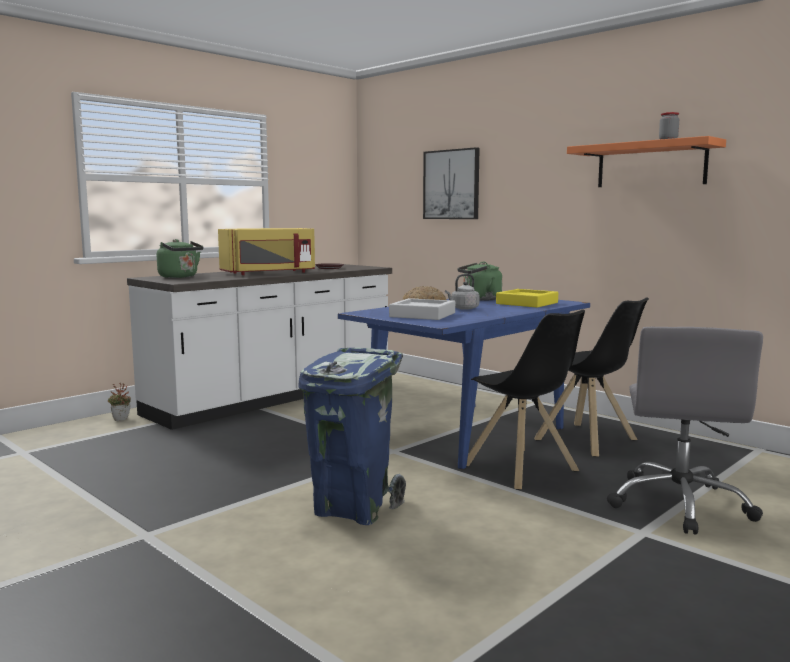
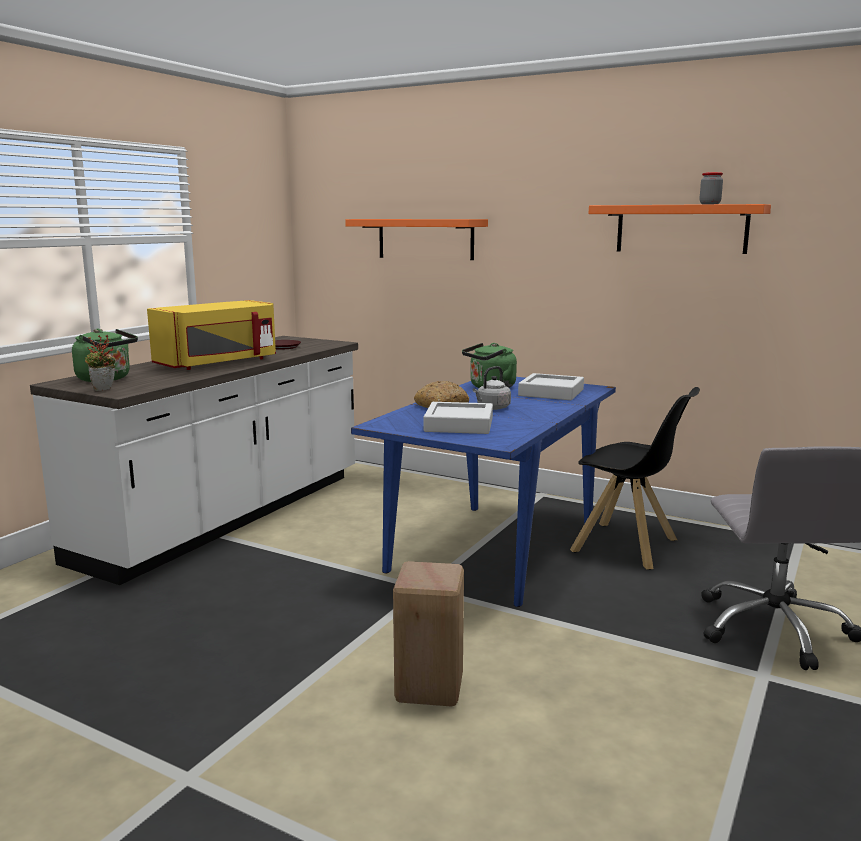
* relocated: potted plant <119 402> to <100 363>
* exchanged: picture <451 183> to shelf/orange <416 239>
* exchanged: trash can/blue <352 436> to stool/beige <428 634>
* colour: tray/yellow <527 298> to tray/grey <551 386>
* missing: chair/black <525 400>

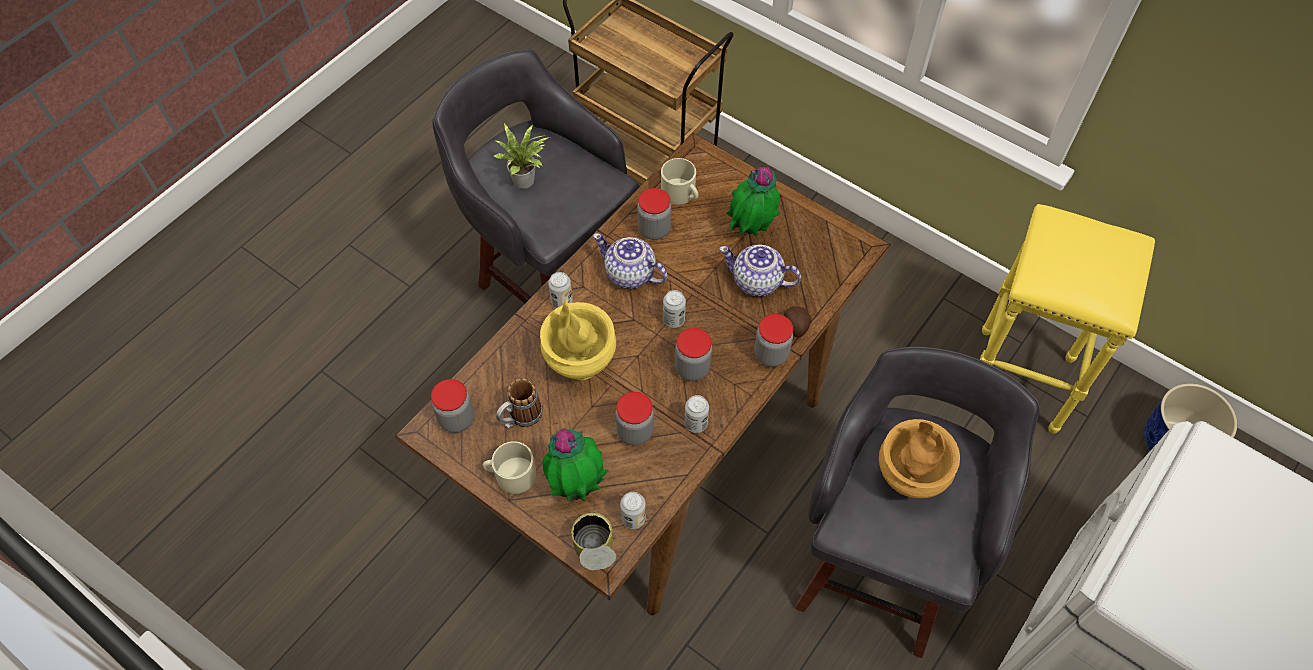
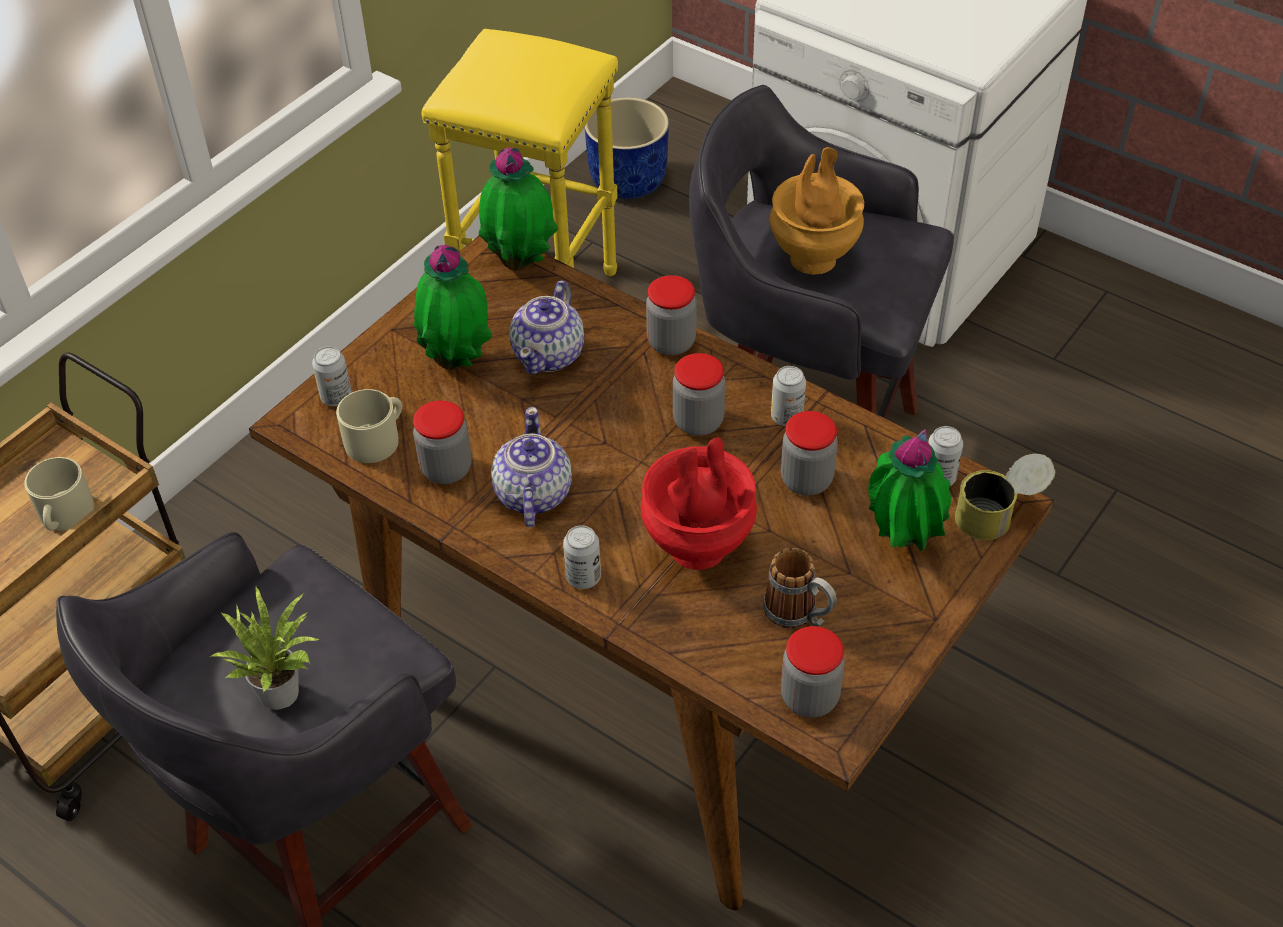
* relocated: mug/beige <509 467> to <59 494>
* relocated: can <674 309> to <332 376>
* appeared: potted plant <518 209>
* spun: teapot <630 261> = <531 467> 150 degrees clockwise
* colour: vase/yellow <578 339> to vase/red <699 504>
* missing: potato <797 322>

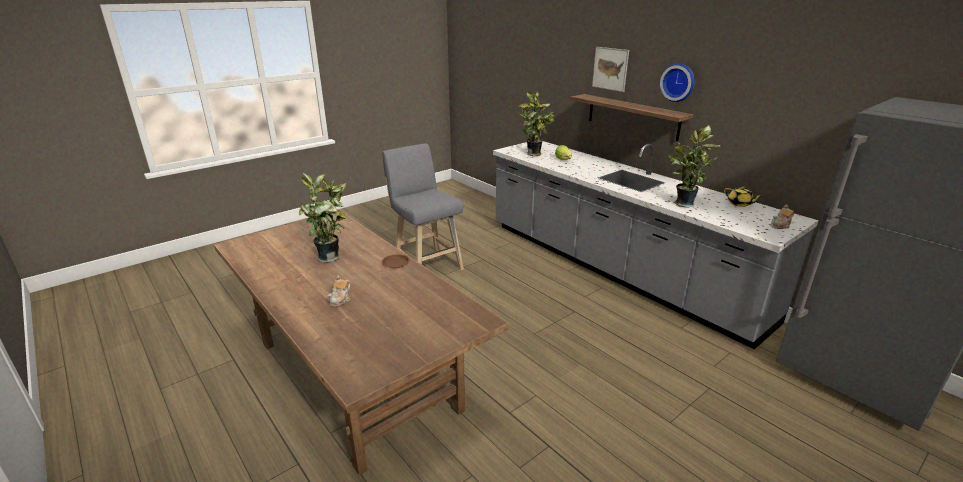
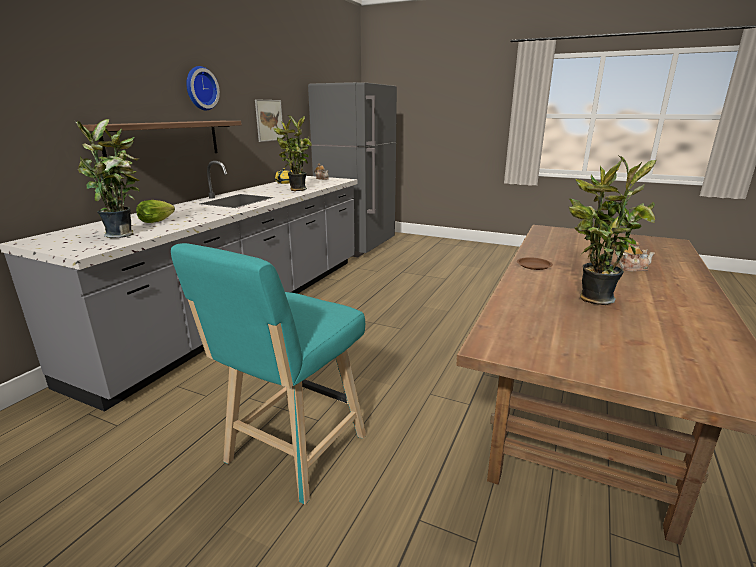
* colour: stool/grey <423 206> to stool/turquoise <268 374>
* relocated: picture <610 69> to <269 120>

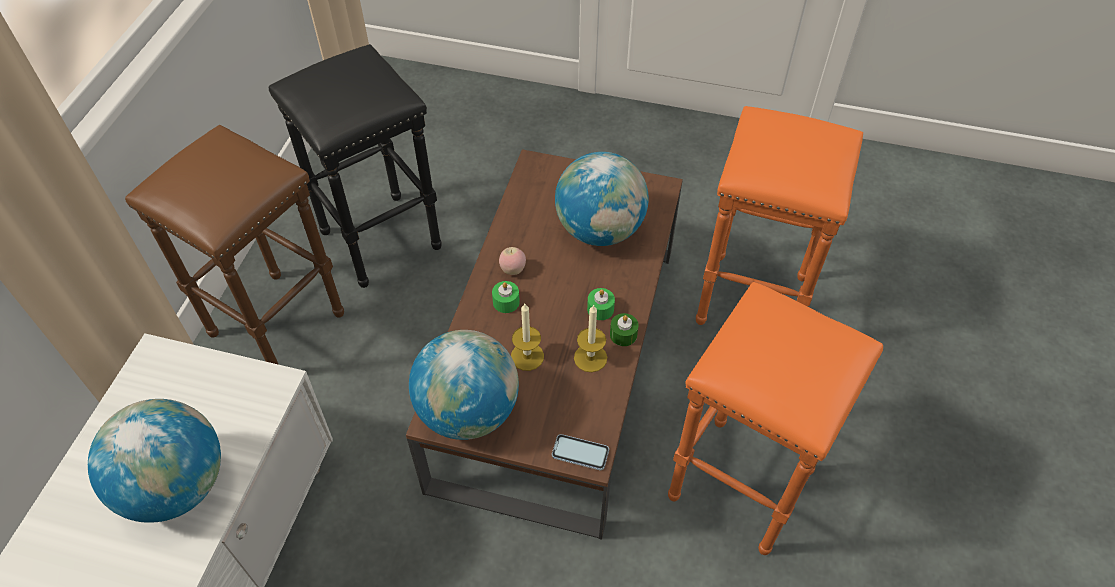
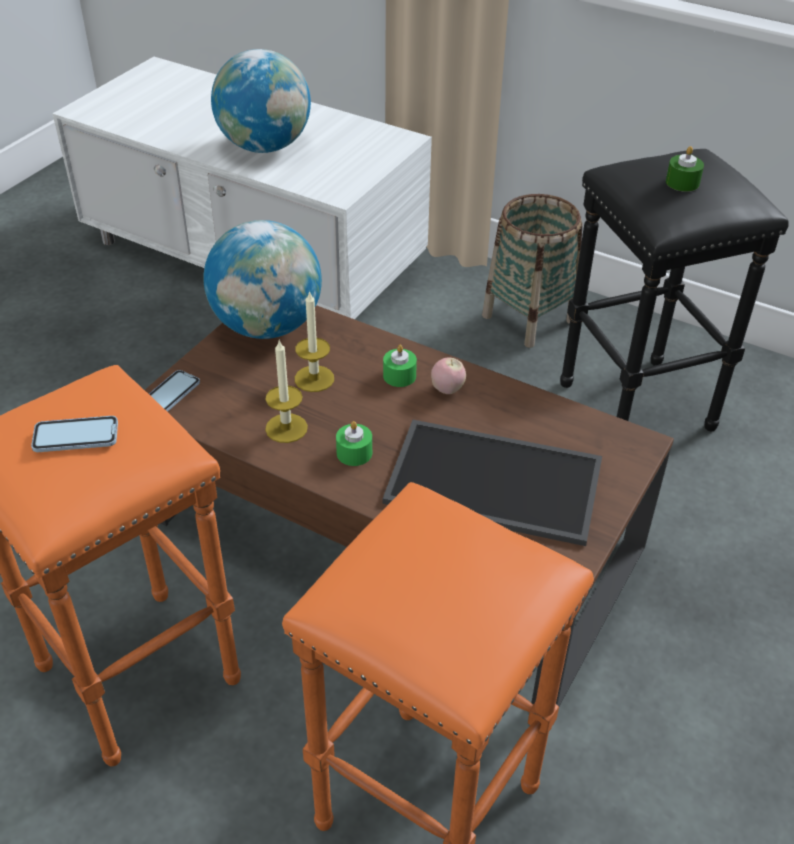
* appeared: phone <74 434>
* exchanged: globe <602 199> to tray <492 483>
* exchanged: stool/brown <234 245> to basket <532 271>
* relocated: candle/green <624 329> to <685 169>

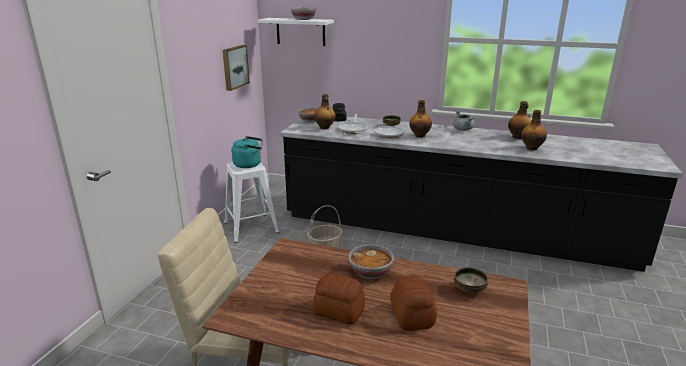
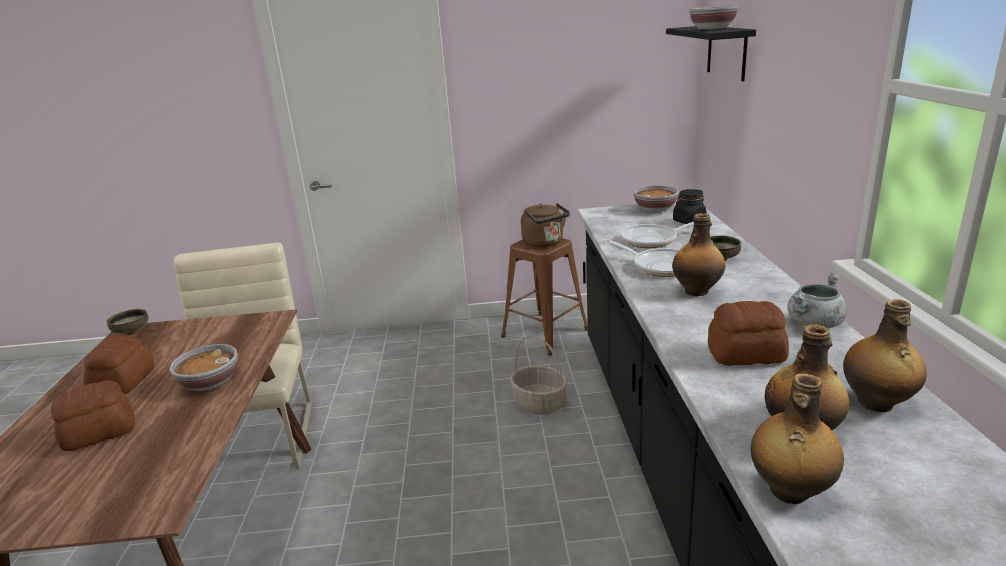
* relocated: bowl <471 280> to <127 322>
* colour: stool/white <251 202> to stool/brown <544 296>
* colour: kettle/turquoise <246 152> to kettle/brown <545 225>
* colour: shelf/white <295 32> to shelf/black <711 53>
* appeared: bread <748 333>
* relocated: bottle <325 111> to <797 439>
* missing: picture <236 68>

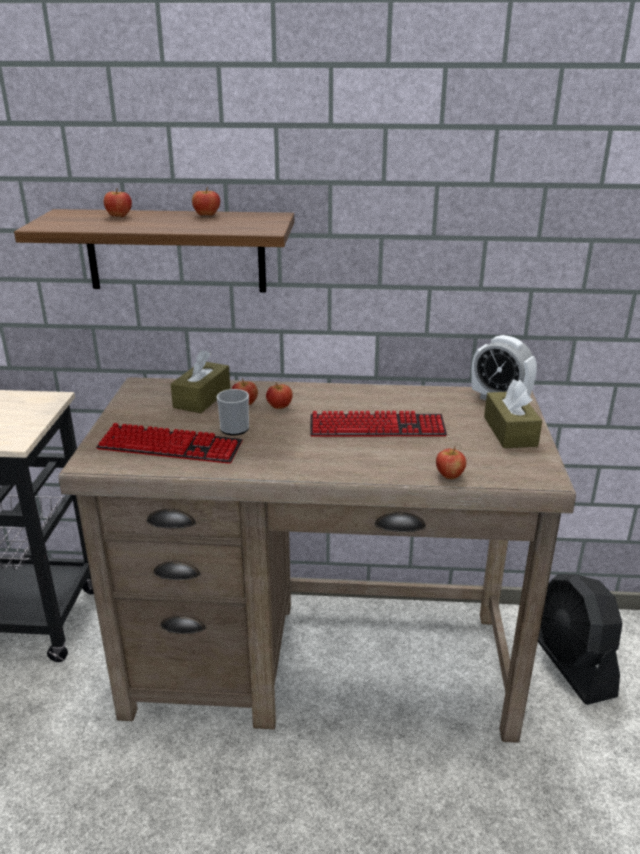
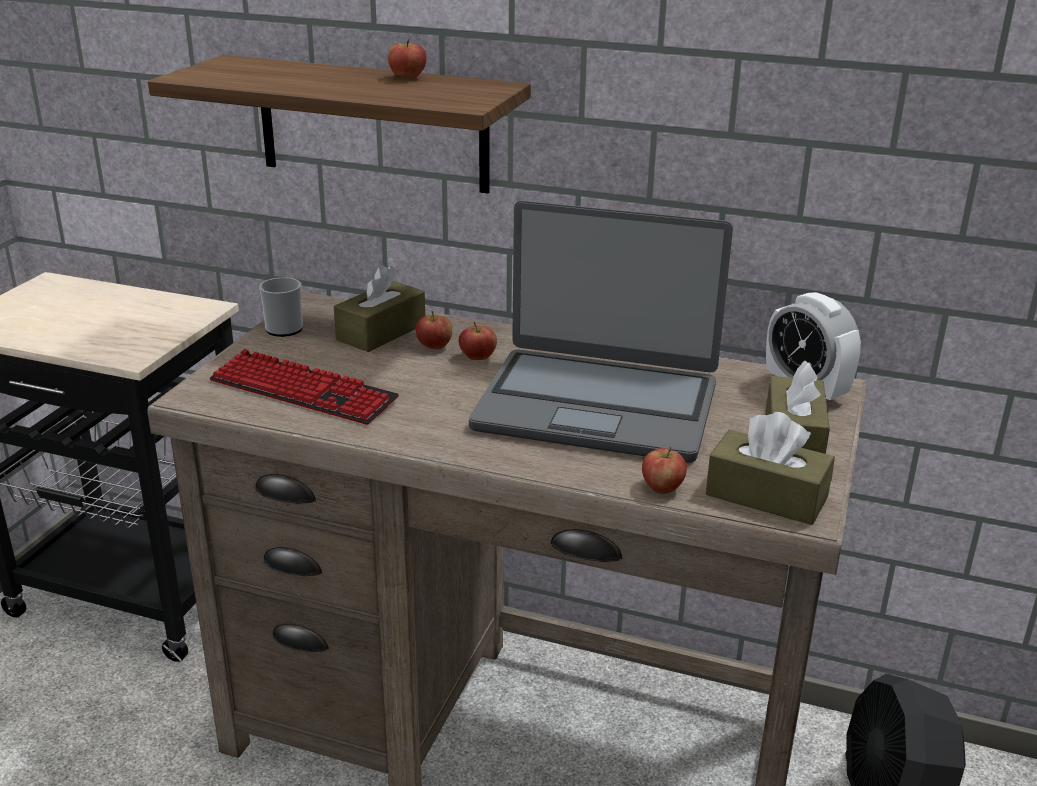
* relocated: mug <233 412> to <281 307>
* exchanged: keyboard <378 423> to laptop <601 332>
* appeared: tissue box/brown <770 468>
* missing: apple <118 202>

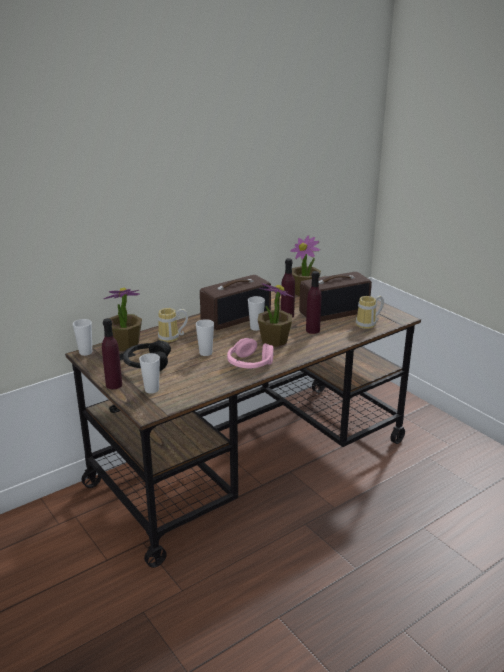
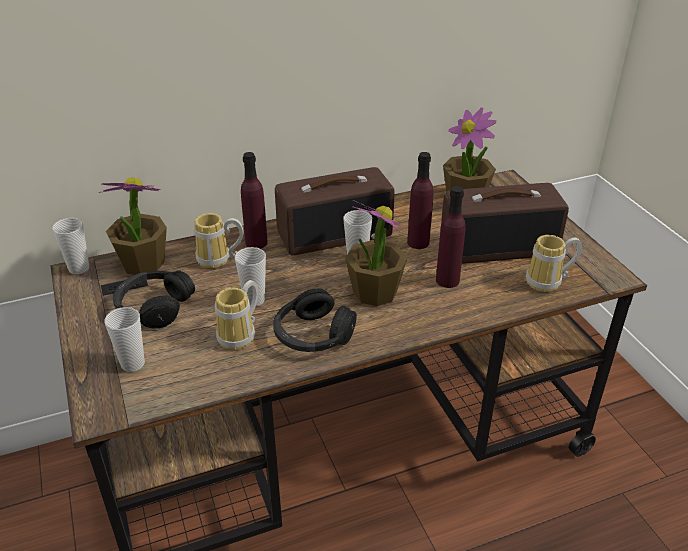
* appeared: mug <237 315>
* relocated: bottle/purple <112 353> to <254 200>
* colour: headphones/pink <250 353> to headphones/black <315 320>

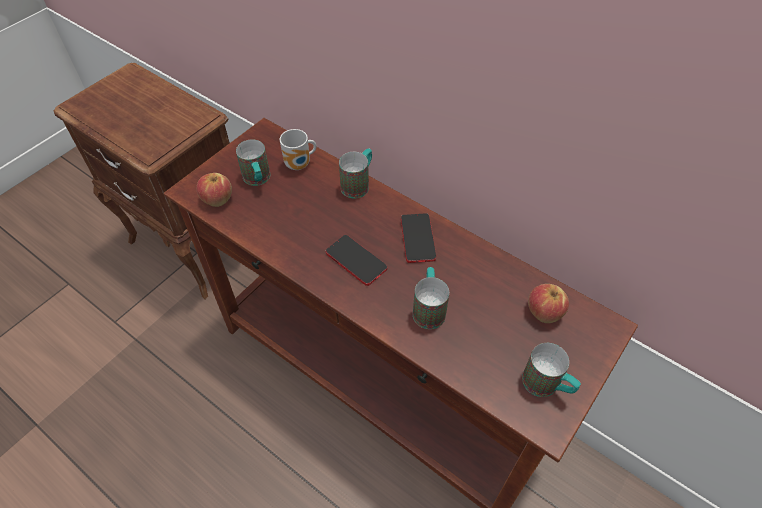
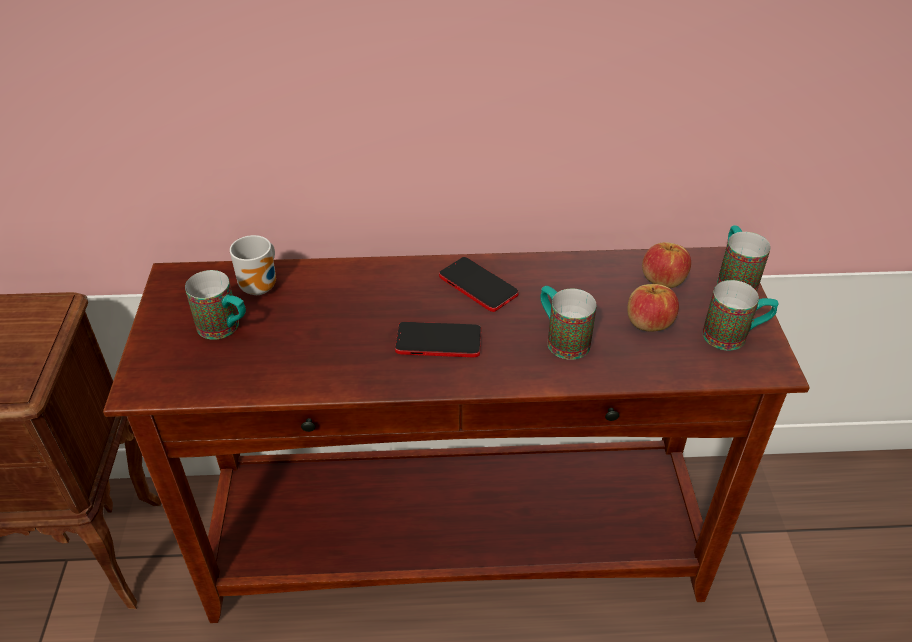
* relocated: apple <214 190> to <653 308>
* relocated: mug <355 173> to <744 258>

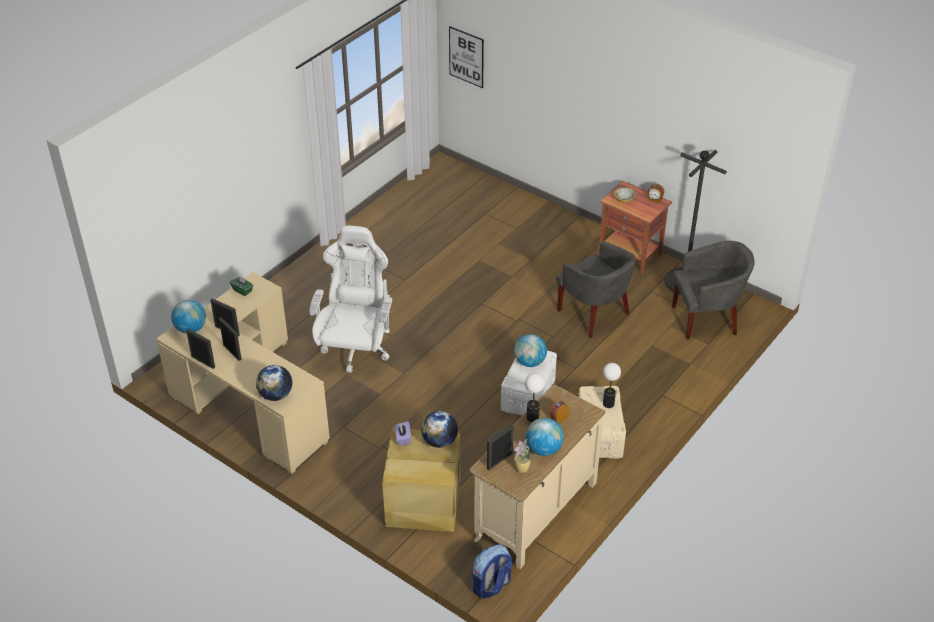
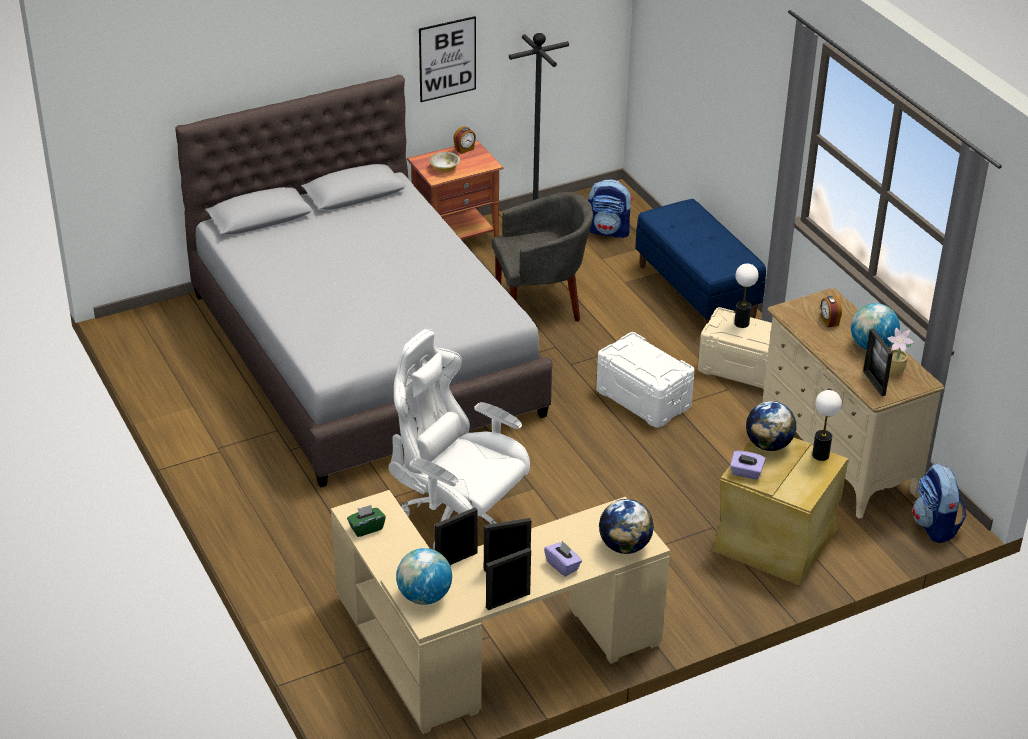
* appeared: bed/grey <364 281>
* relocated: picture <466 57> to <447 59>
* appeared: tissue box/purple <563 559>
* exchanged: armchair/grey <713 290> to backpack <610 208>
* appeared: bench/blue <700 262>
* relocated: table lamp <534 397> to <827 425>
* missing: globe <530 350>

